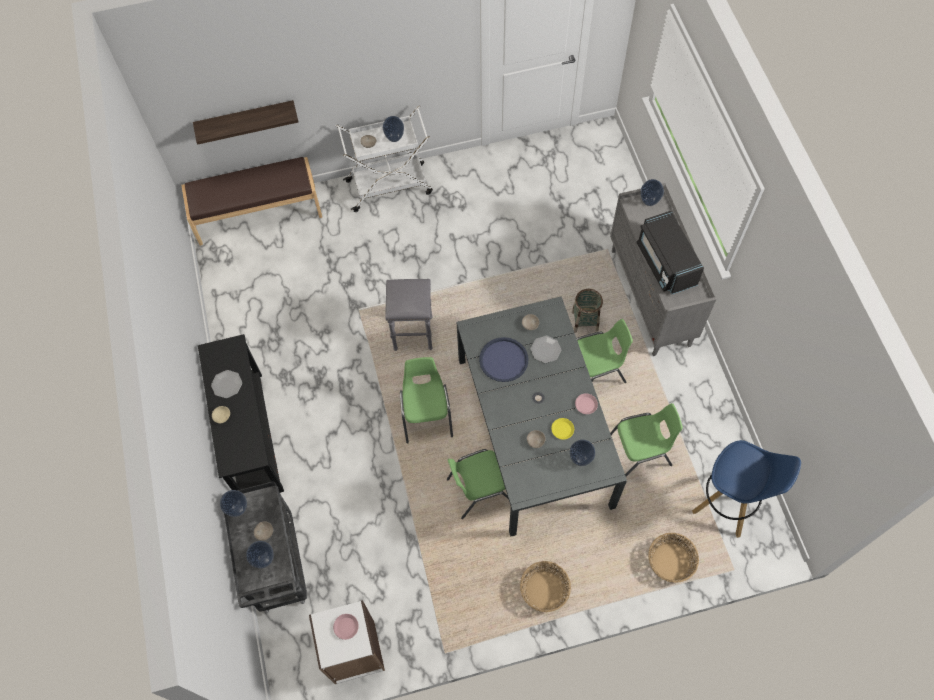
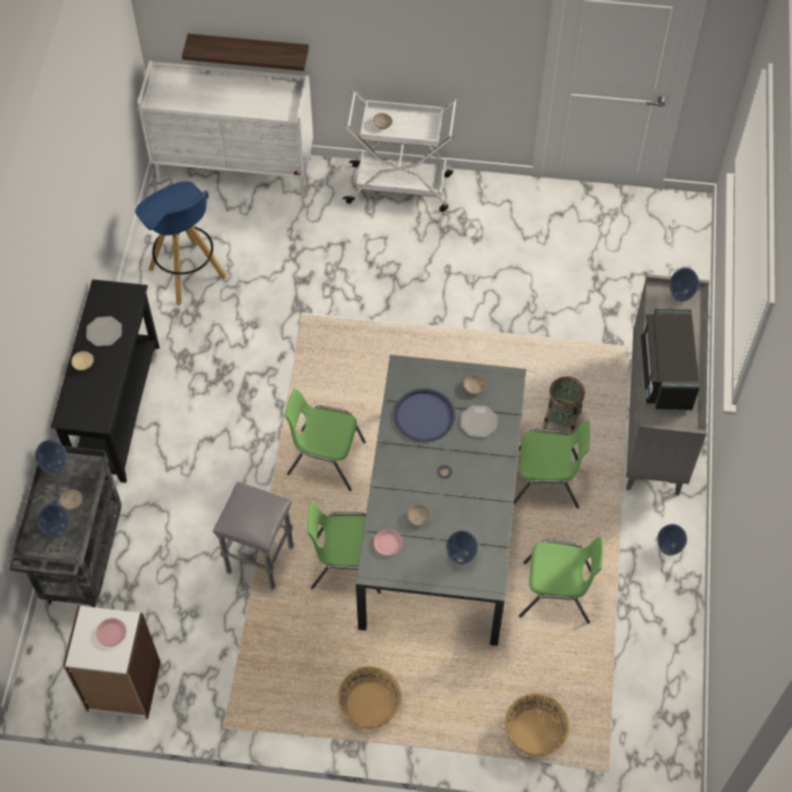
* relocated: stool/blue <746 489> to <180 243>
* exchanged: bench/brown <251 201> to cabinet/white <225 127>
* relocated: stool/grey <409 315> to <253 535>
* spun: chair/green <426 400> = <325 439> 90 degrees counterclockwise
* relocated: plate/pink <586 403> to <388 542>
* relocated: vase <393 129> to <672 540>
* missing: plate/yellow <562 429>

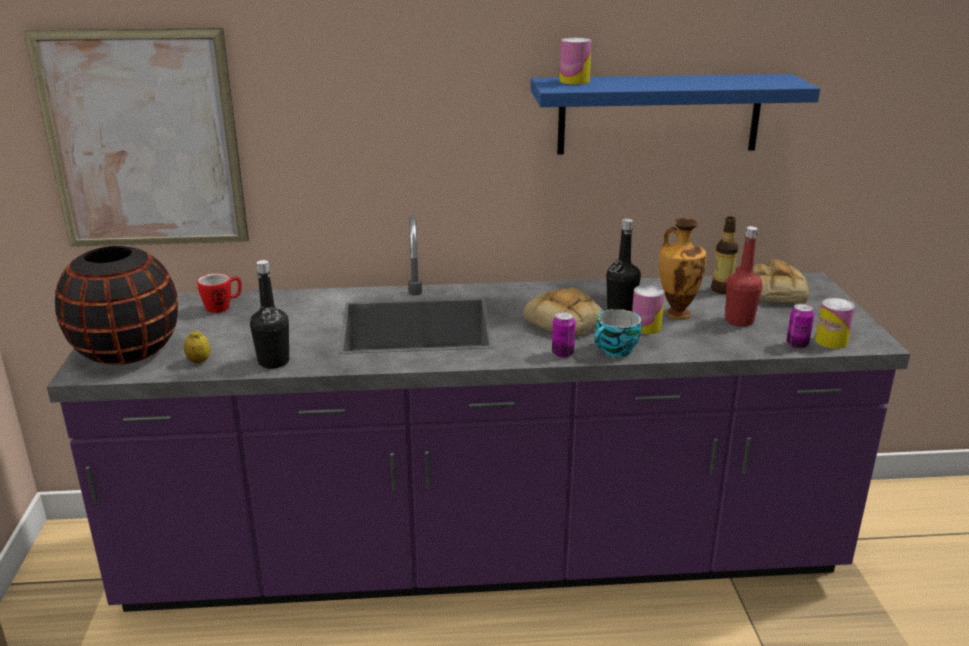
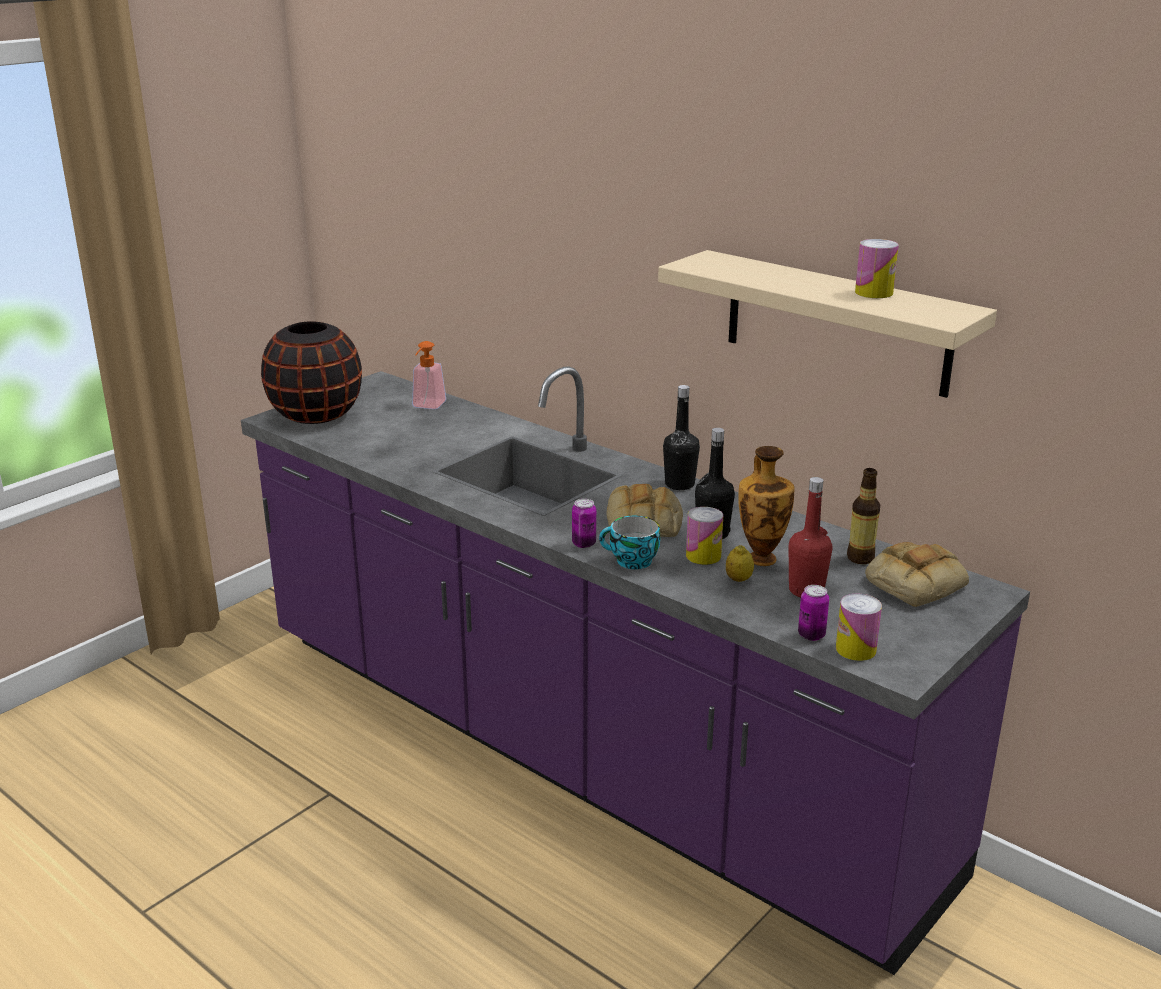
* exchanged: mug <219 293> to soap dispenser <429 375>
* colour: shelf/blue <675 114> to shelf/beige <827 324>
* relocated: bottle/black <269 314> to <681 437>
* relocated: lemon <197 346> to <740 563>
* relocated: can <576 61> to <877 268>
* missing: picture <136 137>

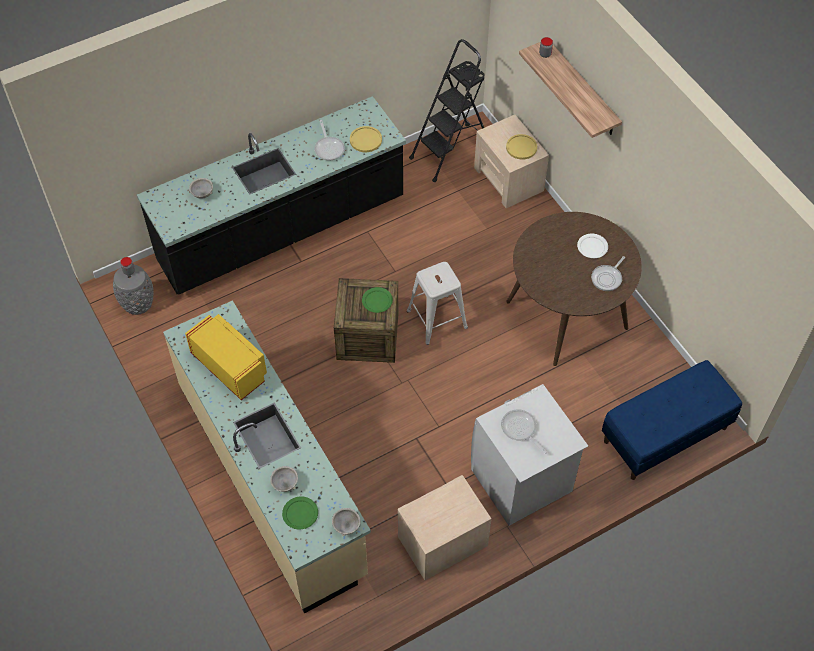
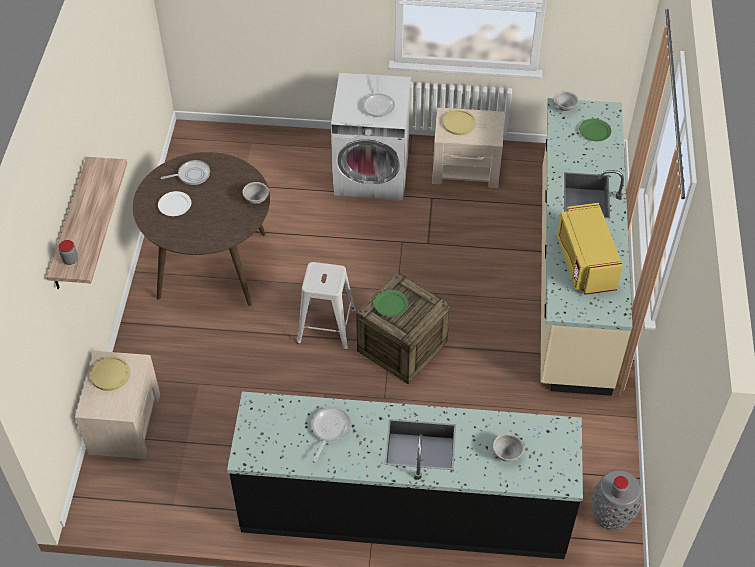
* relocated: bowl/grey <284 479> to <255 193>
* relocated: plate/yellow <366 139> to <459 122>
* missing: step ladder <446 110>
* missing: bench/blue <672 420>

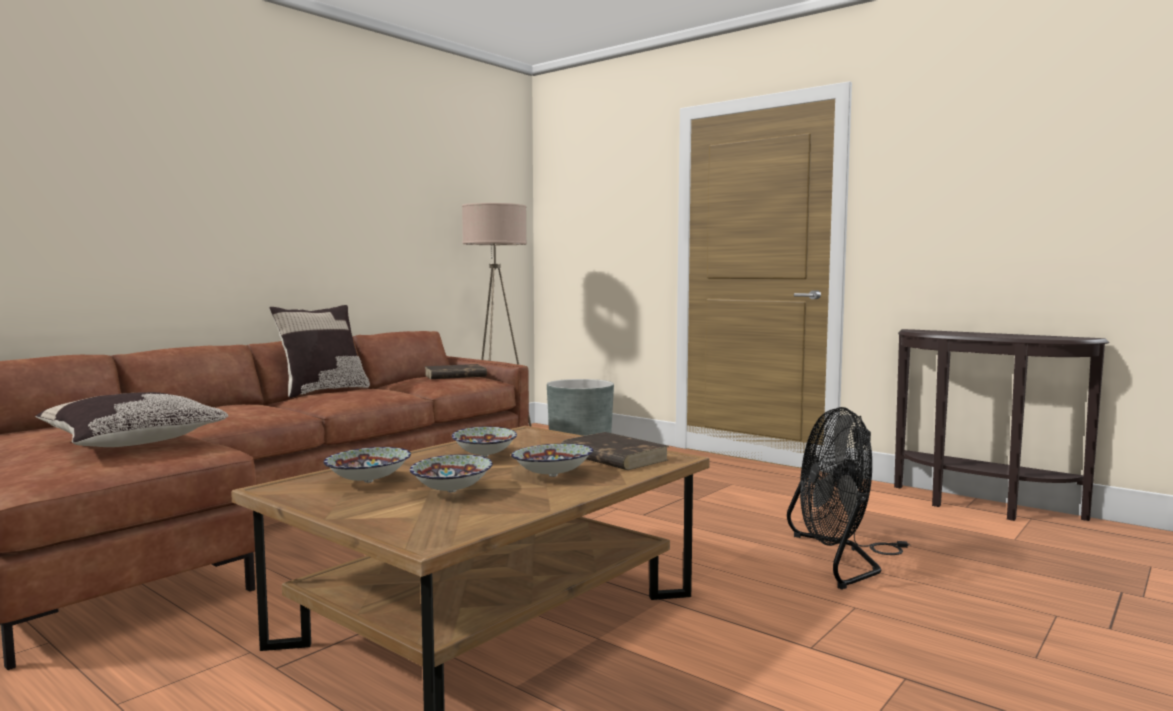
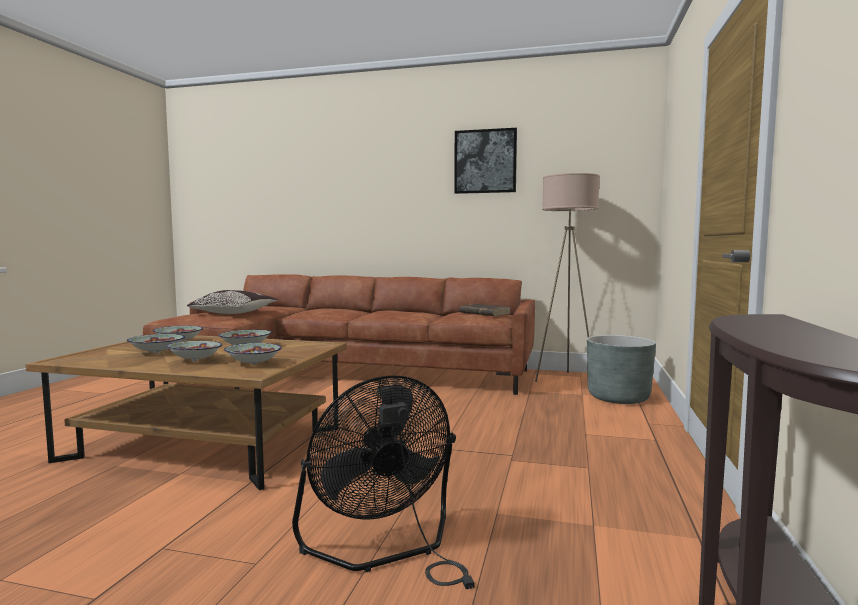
* exchanged: book/brown <615 451> to bowl <253 354>
* appeared: picture <485 161>
* missing: pillow <319 351>

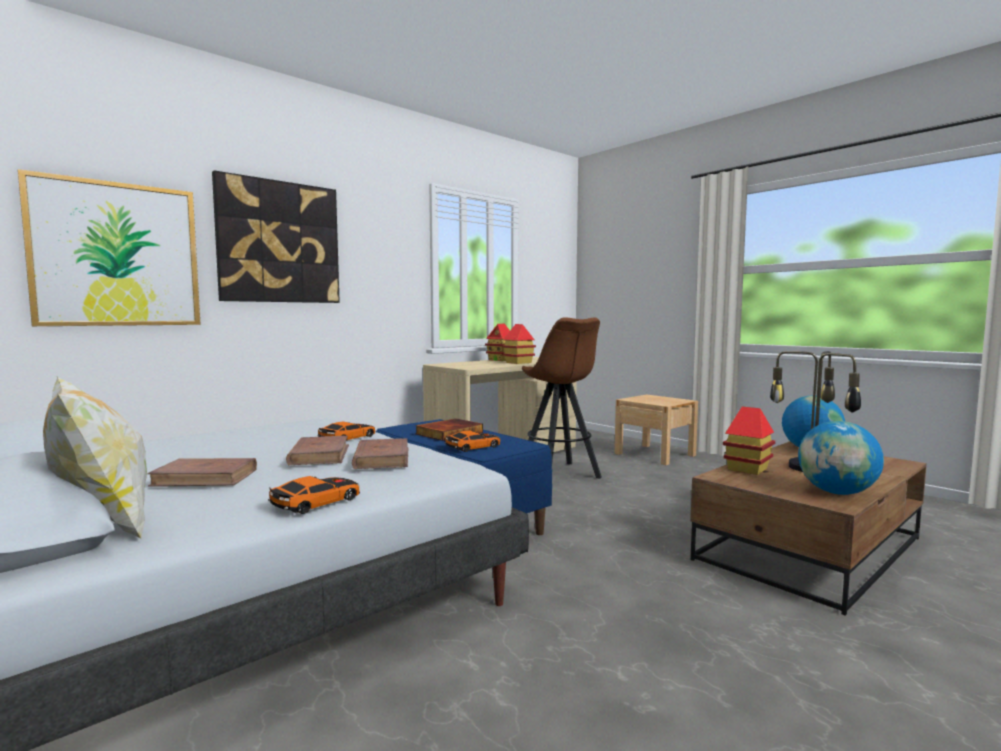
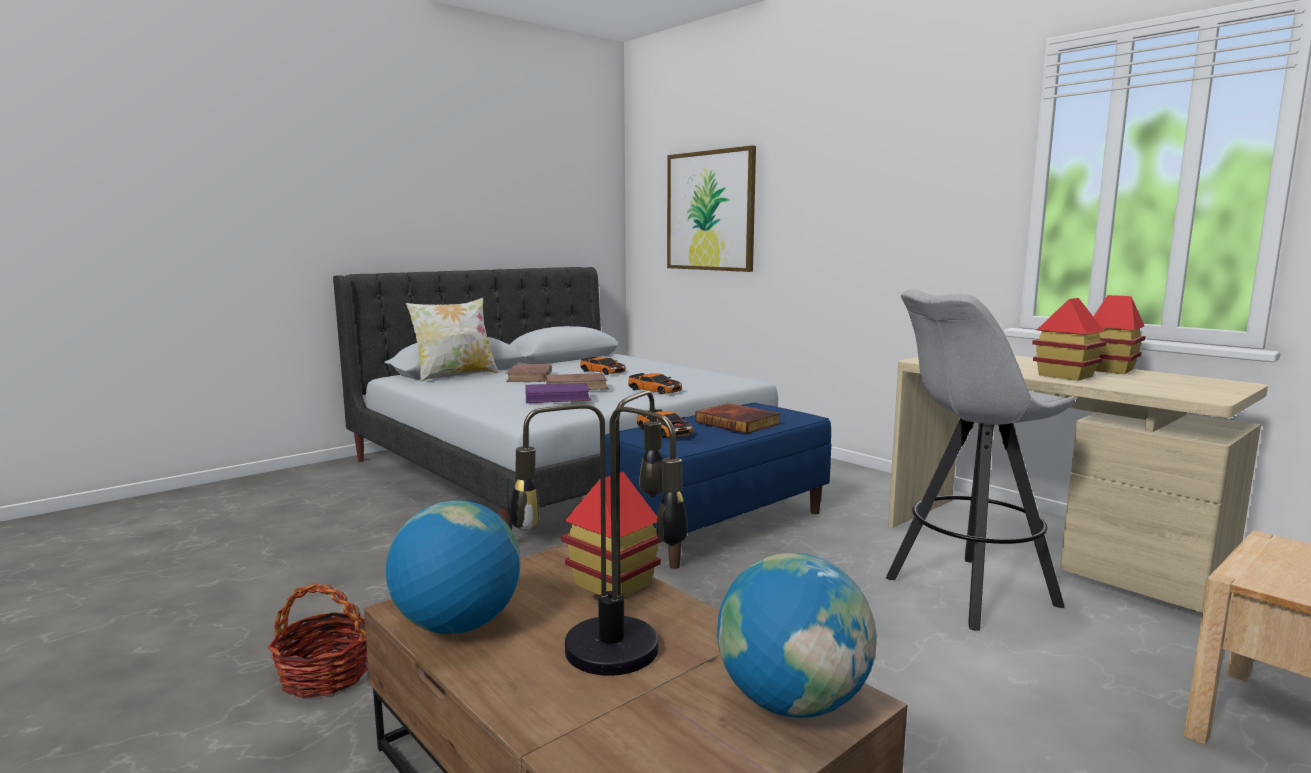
* appeared: basket <318 640>
* colour: book/brown <380 453> to book/purple <558 393>
* relocated: toy car <314 495> to <603 366>
* colour: stool/brown <562 398> to stool/grey <980 460>
* missing: picture <276 236>

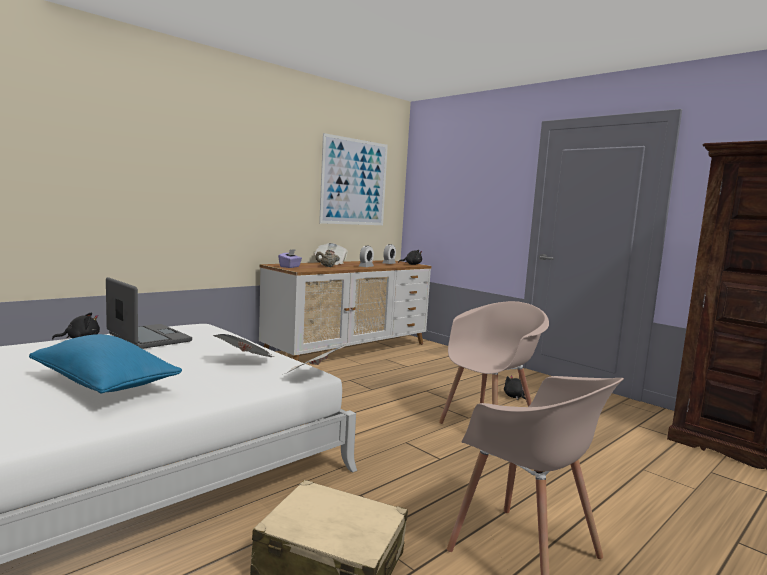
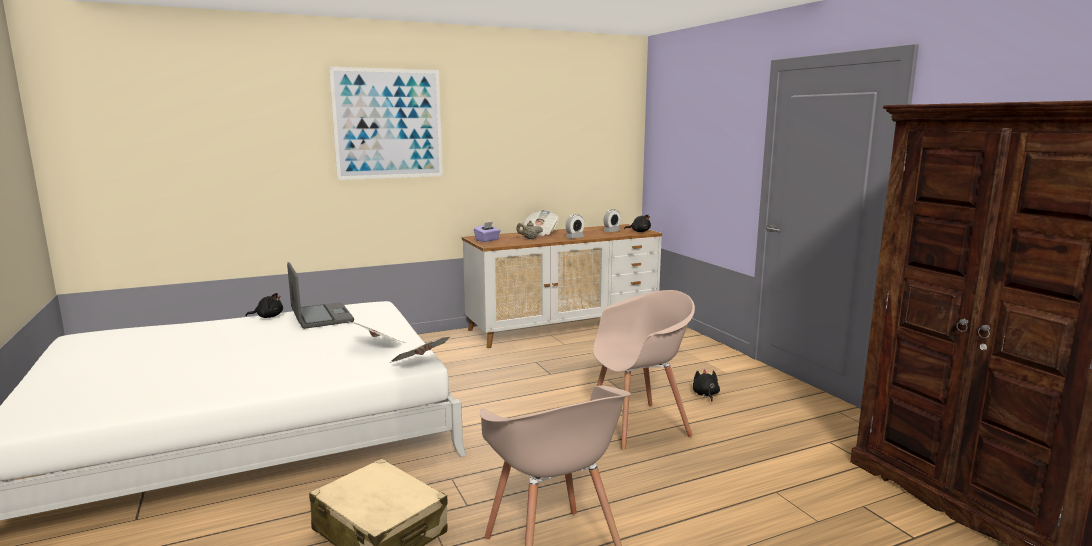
* relocated: picture <353 179> to <386 123>
* missing: pillow/blue <105 364>

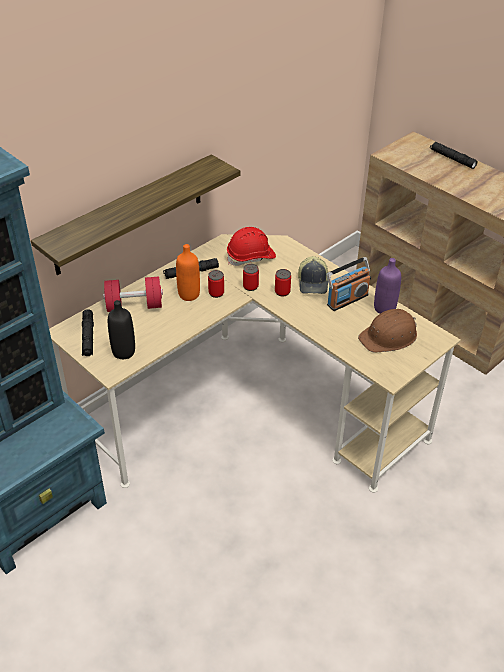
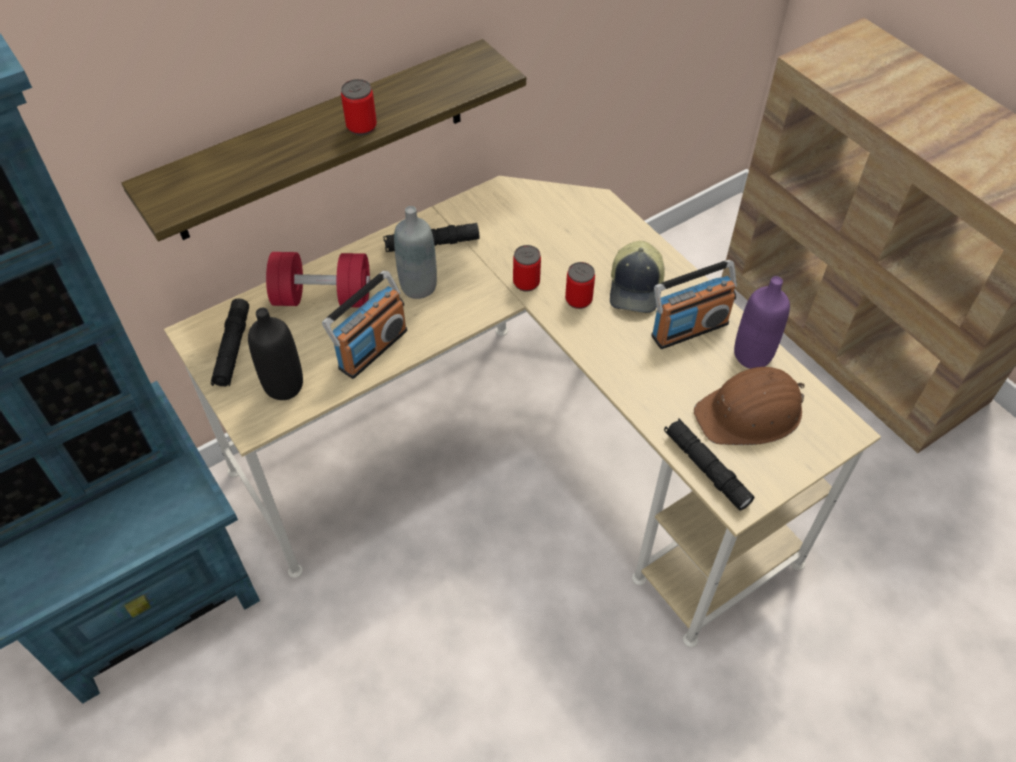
* appeared: radio <364 325>
* relocated: can <216 284> to <359 107>
* colour: bottle/orange <188 272> to bottle/grey <415 252>
* relocated: flashlight/black <453 155> to <709 464>
* missing: hard hat/red <251 246>

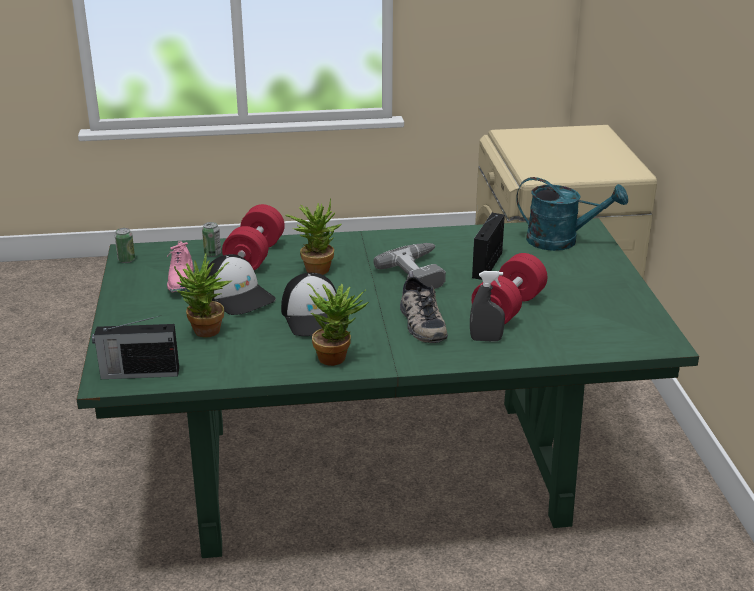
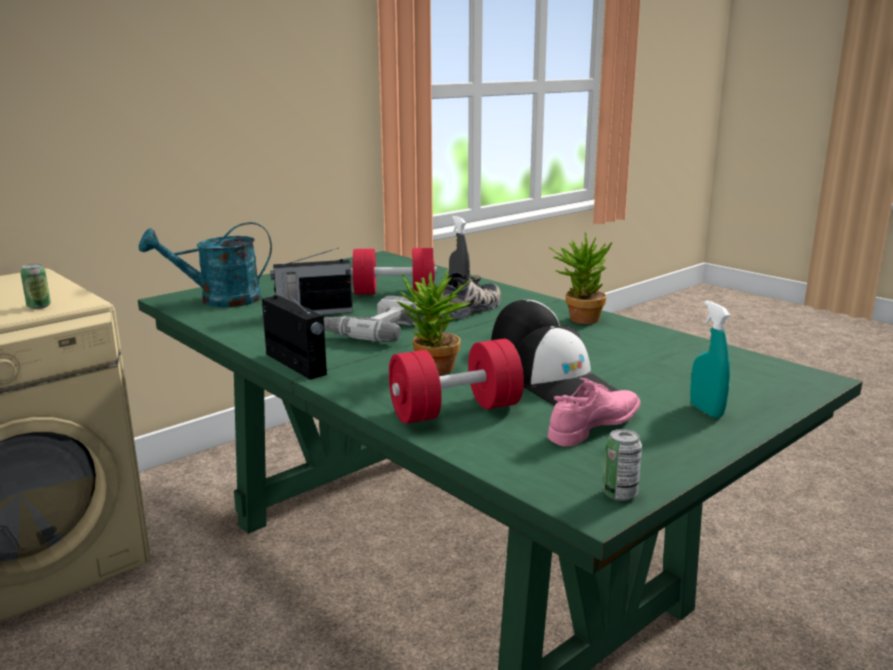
* relocated: can <211 239> to <36 286>
* spun: watering can/turquoise <572 214> = <205 264> 90 degrees counterclockwise
* relocated: radio <135 347> to <294 331>
* spun: cap <241 284> = <568 365> 135 degrees clockwise
* appeared: spray bottle/turquoise <710 359>
* missing: potted plant <202 296>

